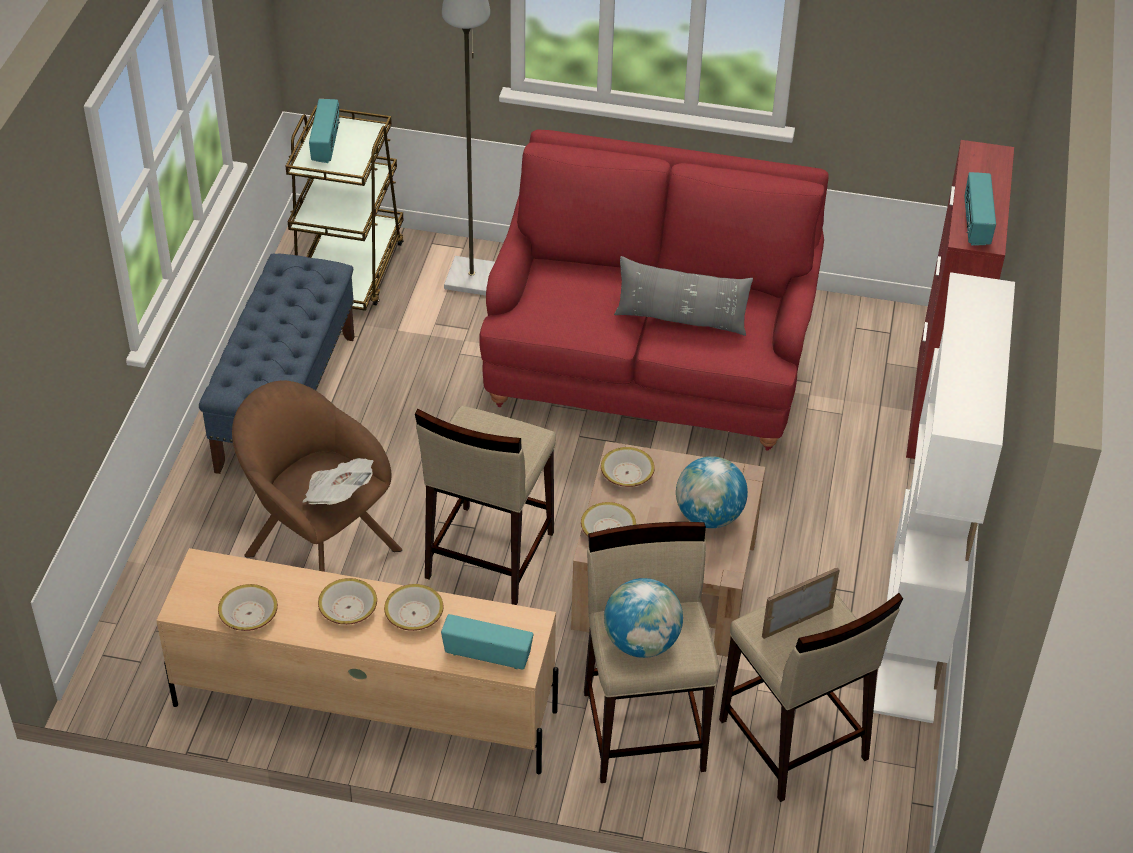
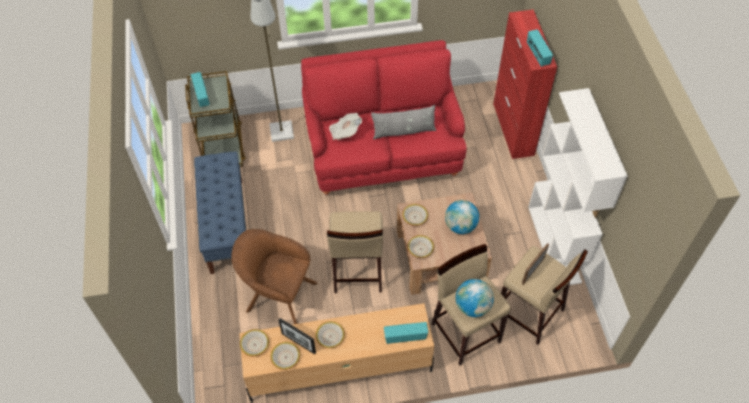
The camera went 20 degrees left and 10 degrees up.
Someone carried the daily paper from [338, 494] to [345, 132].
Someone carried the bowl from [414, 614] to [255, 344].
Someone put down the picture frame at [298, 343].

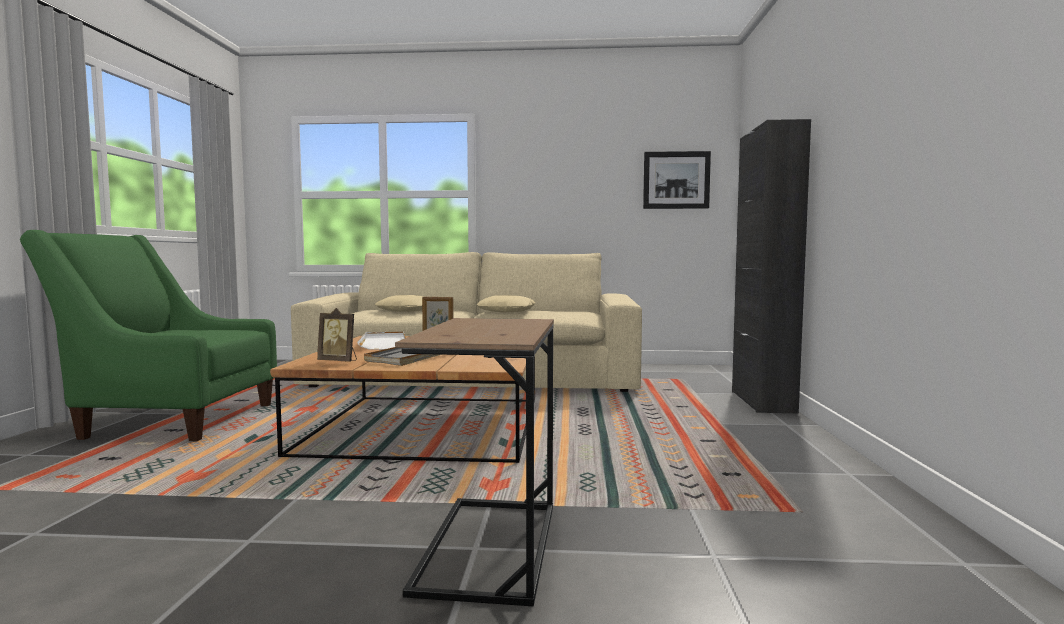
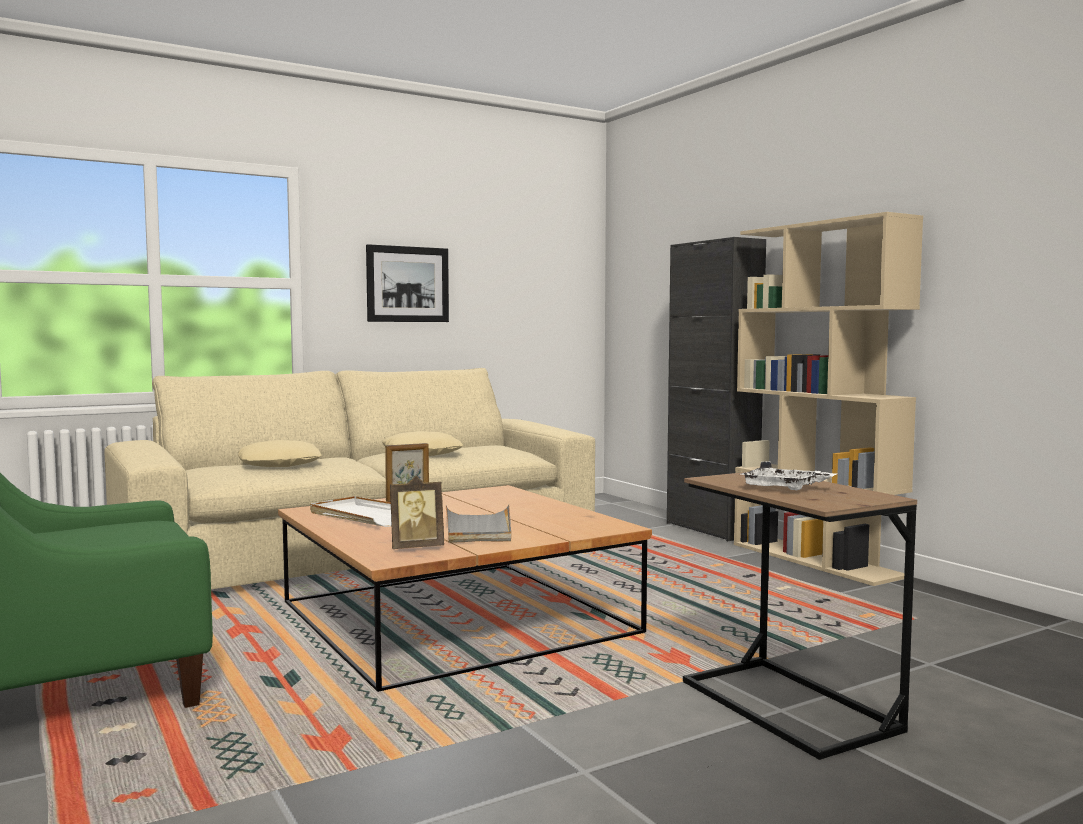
The camera went 35 degrees left and 0 degrees up.
Someone carried the picture from [676, 180] to [408, 284].
Someone put down the bookshelf (beige) at [816, 560].
Someone put down the tray (white) at [784, 488].

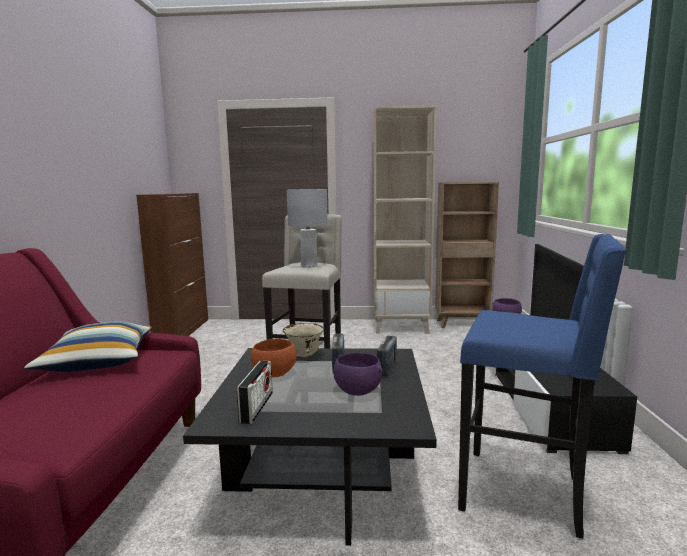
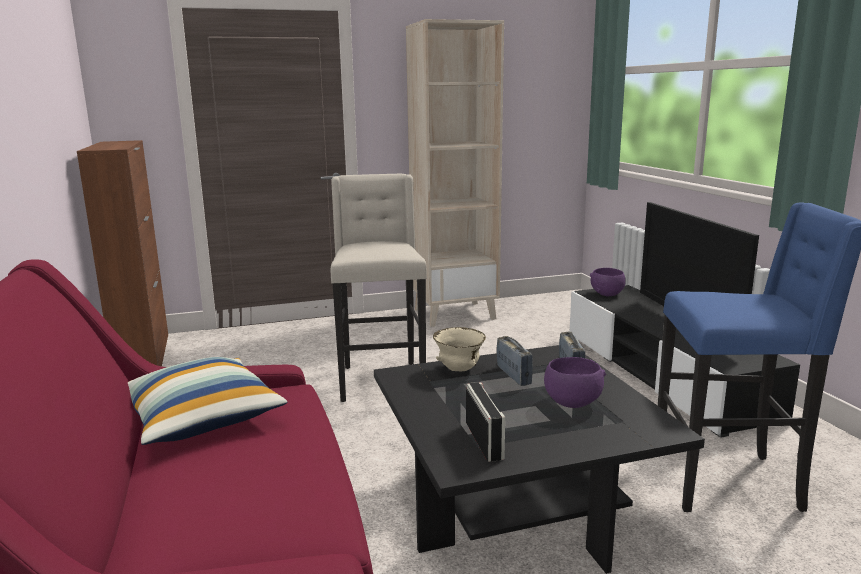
The camera went 20 degrees left and 5 degrees up.
Someone took away the bookshelf (brown-coloured) at [462, 324].
Someone took away the tabletop lamp (gray) at [309, 266].
Someone took away the bowl (orange-coloured) at [273, 374].

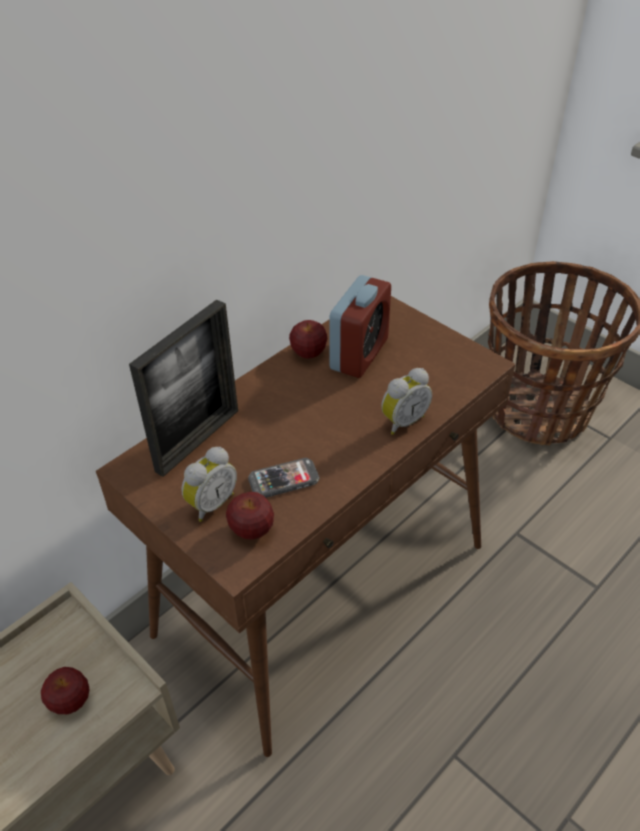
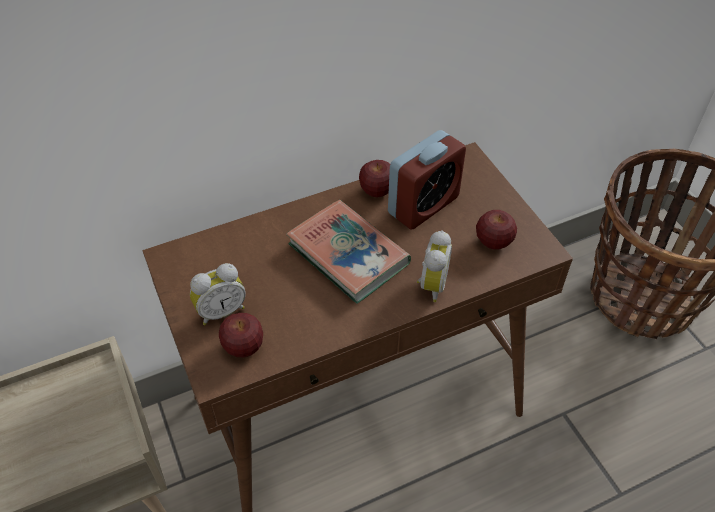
The camera went 20 degrees right and 5 degrees up.
Someone took away the picture frame at [198, 440].
Someone rotated the table clock at [402, 421] by 60 degrees counterclockwise.
Someone took away the handset at [283, 480].
Someone carried the whole apple from [70, 701] to [493, 242].
Someone put down the bound book at [348, 255].

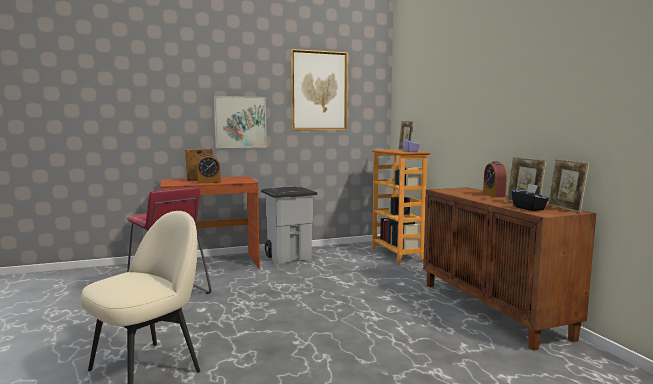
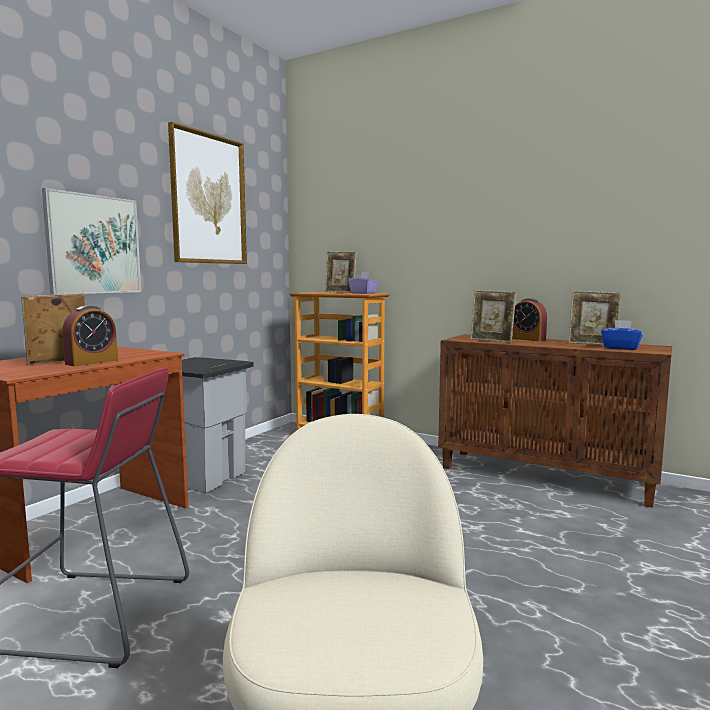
The camera went 40 degrees left and 0 degrees up.
Someone carried the picture frame from [565, 209] to [491, 341].
Someone repainted the tissue box (black-coloured) at [529, 208], which became the tissue box (blue-coloured) at [620, 348].

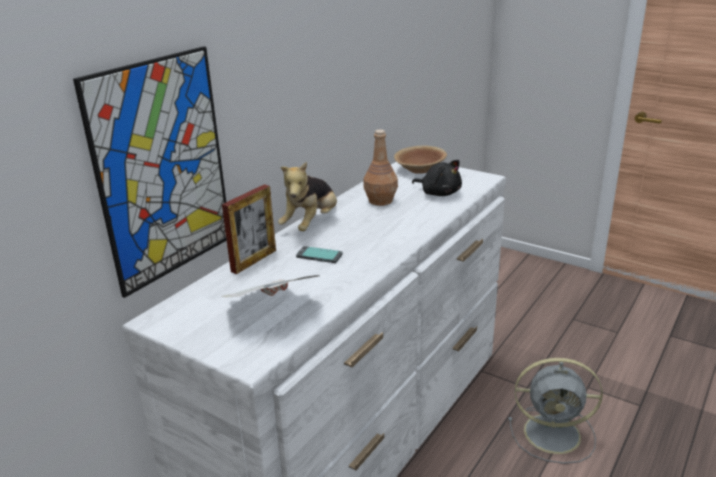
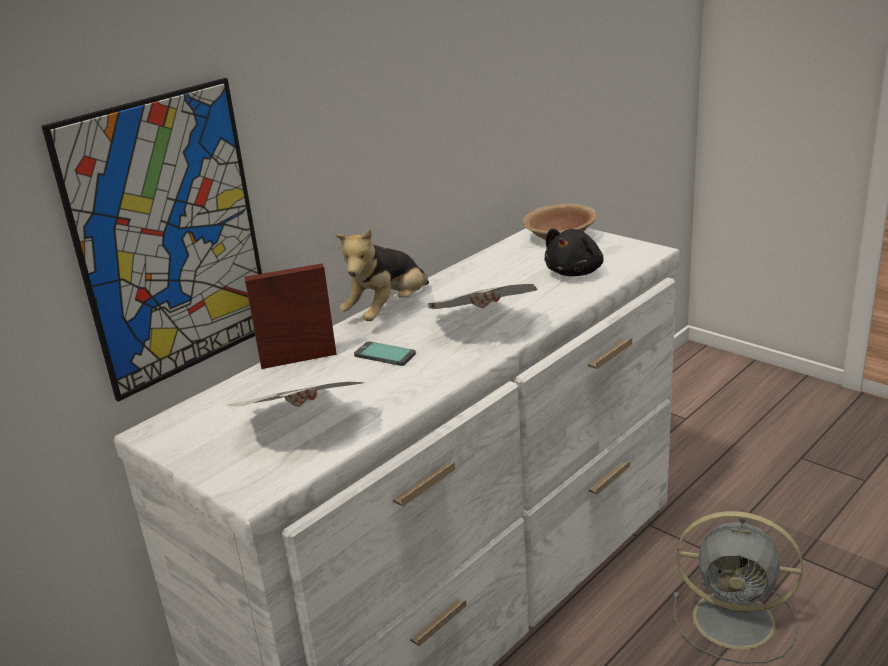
The camera went 10 degrees right and 0 degrees up.
Someone took away the bottle (brown-coloured) at [380, 200].
Someone rotated the cuddly toy (black-coloured) at [439, 193] by 75 degrees clockwise.
Someone rotated the picture frame at [254, 261] by 150 degrees counterclockwise.
Someone put down the daily paper at [483, 325].

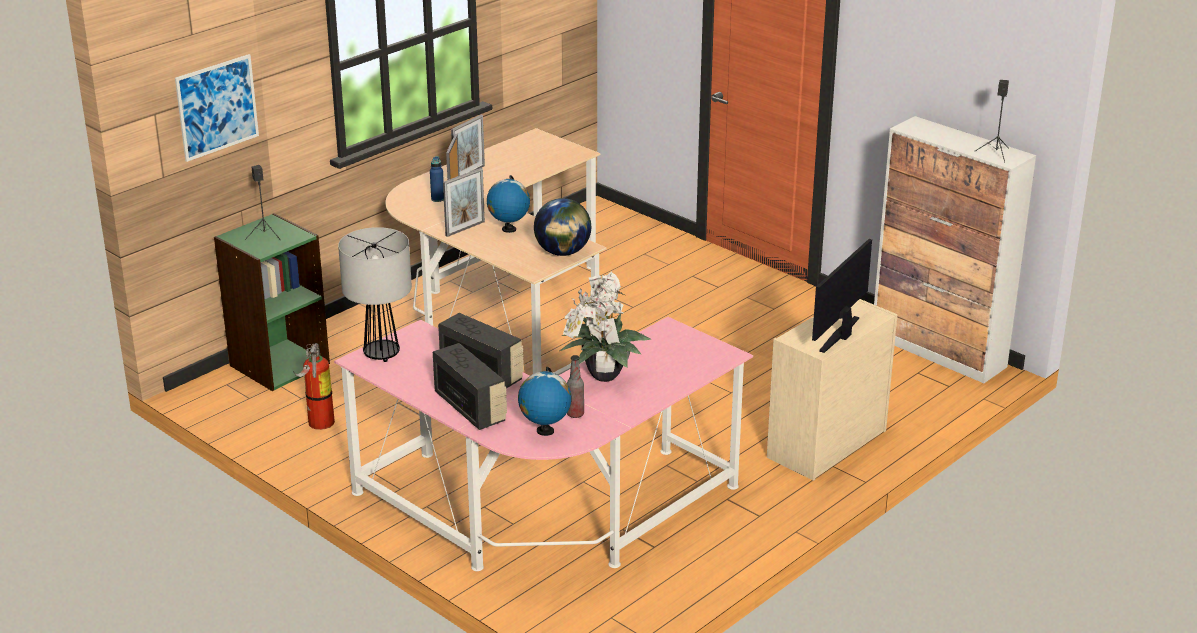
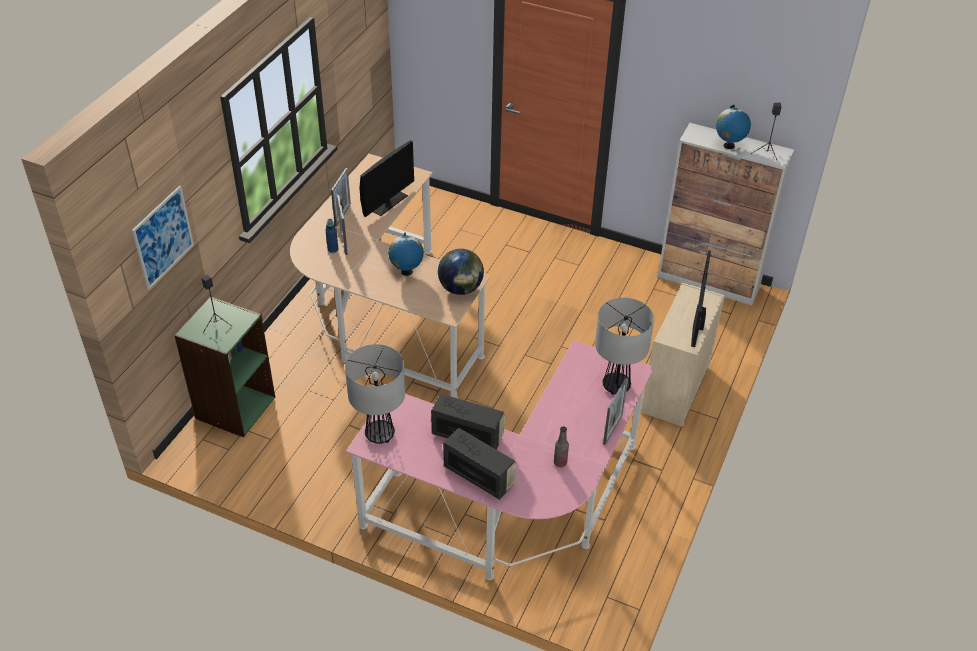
The camera went 20 degrees left and 15 degrees up.
Someone carried the picture frame from [465, 229] to [613, 429].
Someone took away the plant in a pot at [601, 377].
Someone took away the extinguisher at [318, 424].
Someone carried the globe from [545, 431] to [728, 146].
Someone put down the computer display at [387, 202].
Someone put down the tabletop lamp at [616, 386].

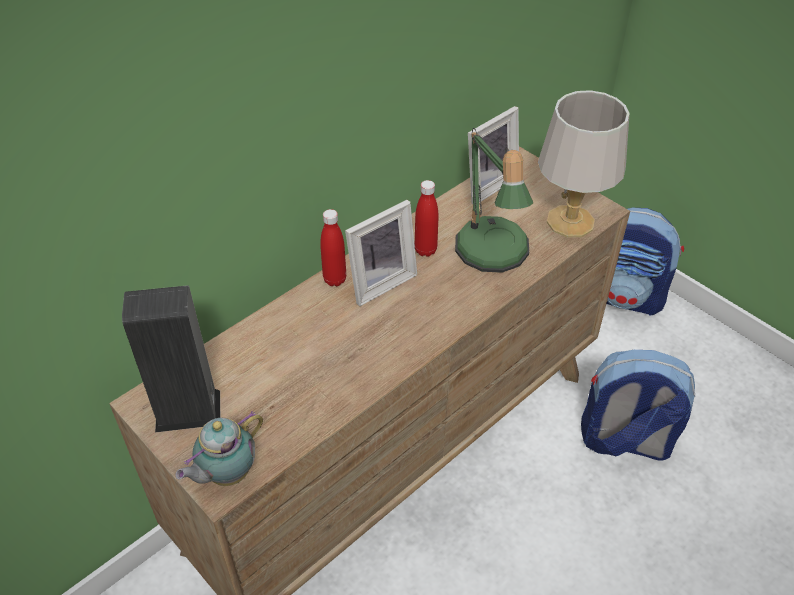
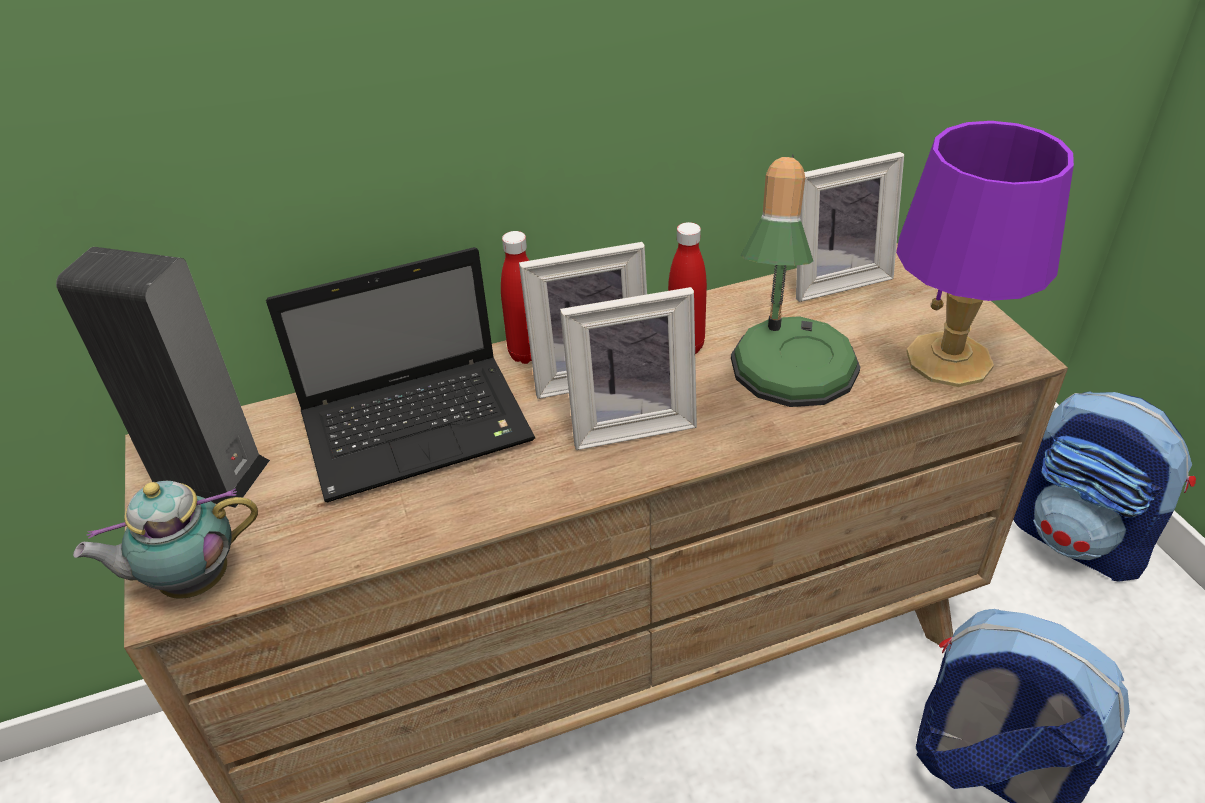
The camera went 25 degrees right and 5 degrees down.
Someone repainted the tabletop lamp (gray) at [571, 221], which became the tabletop lamp (purple-coloured) at [951, 360].
Someone put down the portable computer at [421, 427].
Someone put down the picture frame at [630, 421].

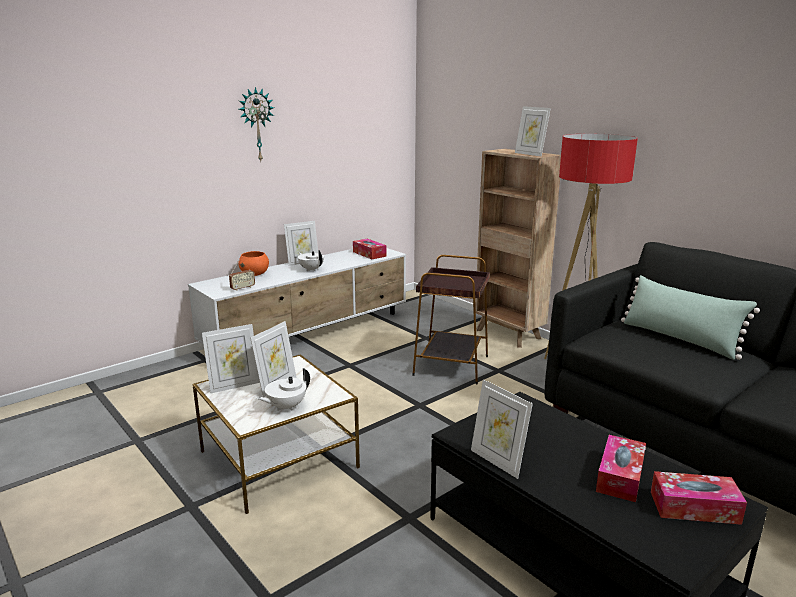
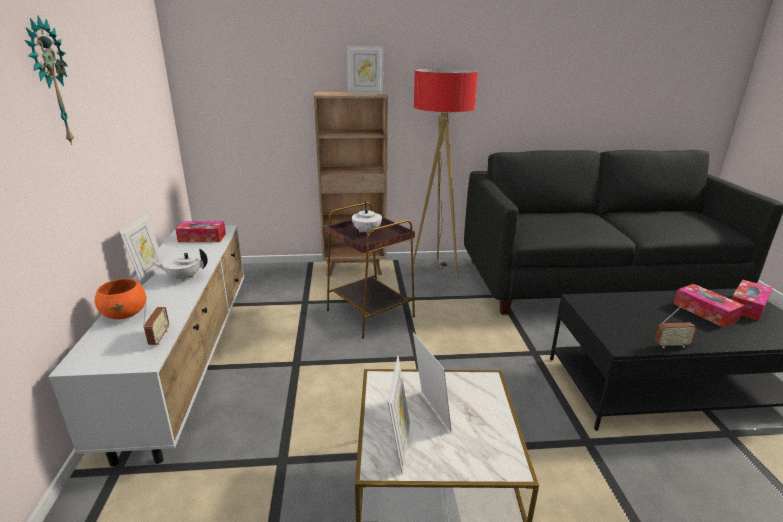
The camera went 55 degrees left and 5 degrees up.
Someone took away the throw pillow (green) at [679, 339].
Someone carried the pot for tea (white) from [286, 407] to [366, 232].
Someone swapped the picture frame at [497, 461] for the radio at [671, 345].

